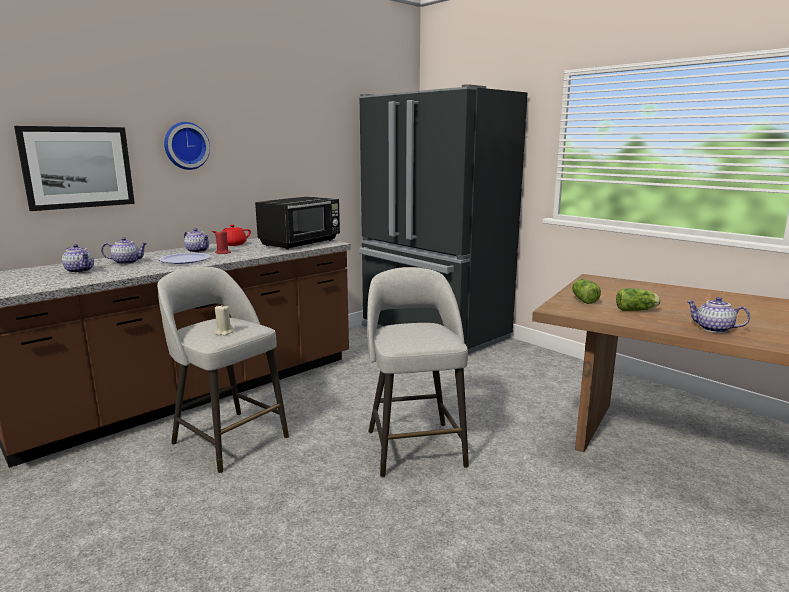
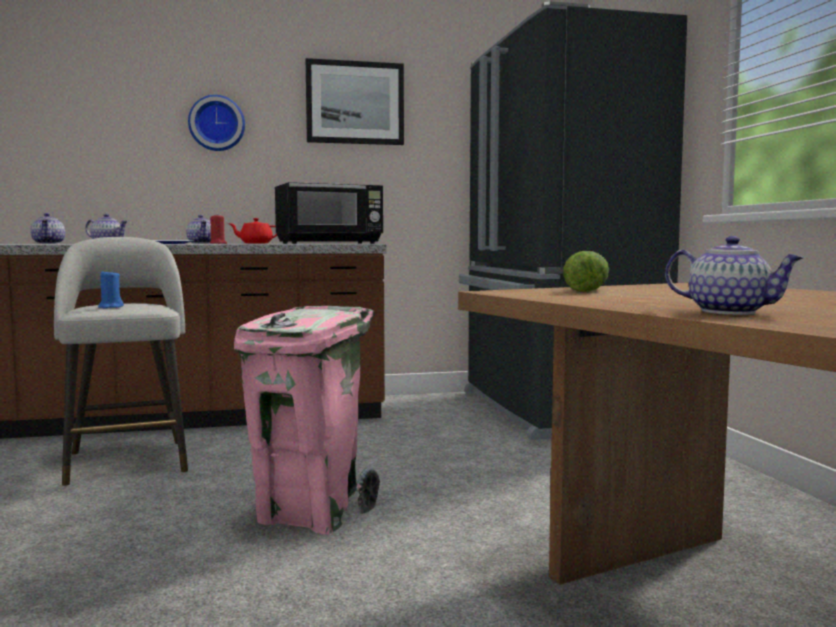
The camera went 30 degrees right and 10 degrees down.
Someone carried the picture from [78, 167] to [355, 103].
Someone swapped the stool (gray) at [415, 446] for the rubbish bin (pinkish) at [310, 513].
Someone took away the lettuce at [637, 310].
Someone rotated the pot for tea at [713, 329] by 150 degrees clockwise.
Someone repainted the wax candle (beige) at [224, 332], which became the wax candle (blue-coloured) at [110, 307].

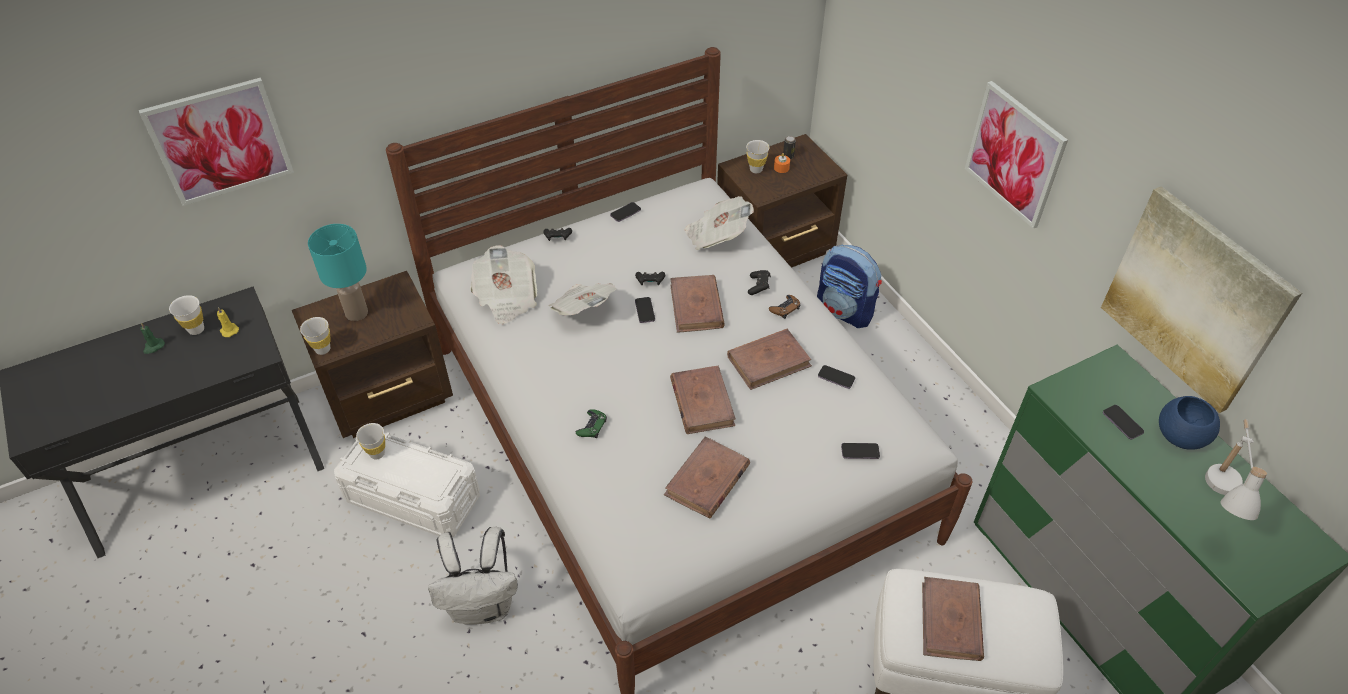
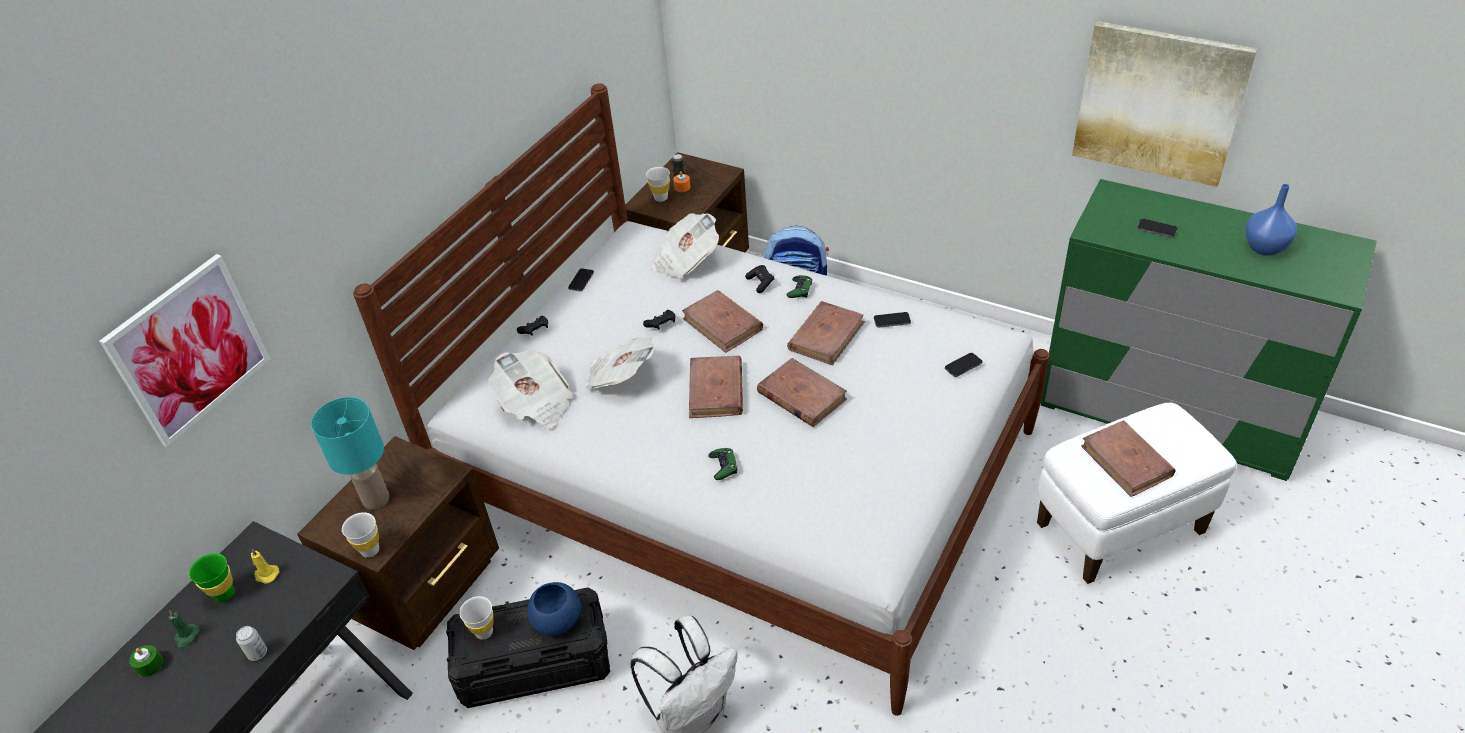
The camera went 30 degrees left and 5 degrees down.
Someone took away the picture at [1014, 154].
Someone repainted the cup (white) at [196, 329], which became the cup (green) at [224, 594].
Someone repainted the joypad (brown-coloured) at [785, 308], which became the joypad (green) at [799, 290].
Someone took away the handset at [645, 311].
Someone carried the bowl (blue-coloured) from [1180, 436] to [556, 621].
Someone swapped the tabletop lamp (white) at [1218, 500] for the decorative vase (blue-coloured) at [1265, 247].
Someone repainted the storage box (white) at [413, 497], which became the storage box (black-coloured) at [534, 663].
Someone carried the bound book (brown-coloured) from [707, 480] to [716, 390].
Someone put down the metal can at [257, 653].
Someone put down the wax candle (green) at [150, 665].

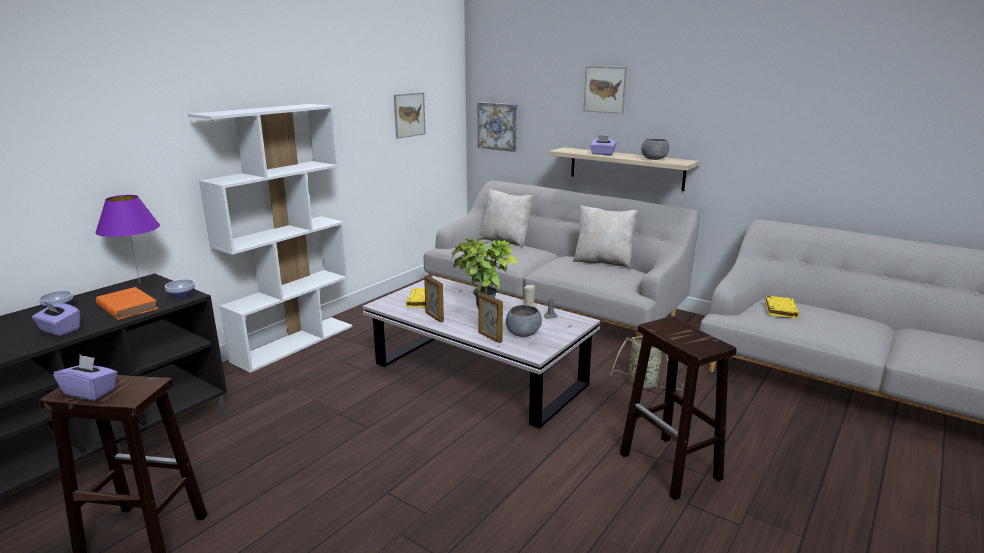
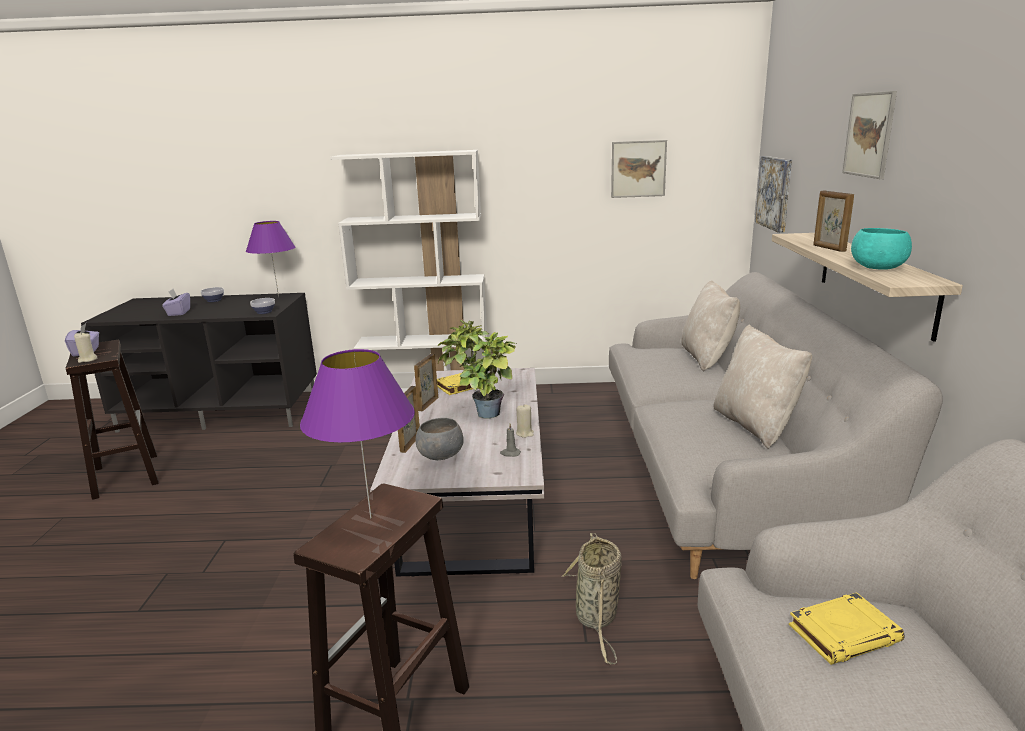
The camera went 55 degrees right and 0 degrees up.
Someone swapped the tissue box (purple-coloured) at [602, 154] for the picture frame at [828, 248].
Someone repainted the bowl (gray) at [654, 159], which became the bowl (turquoise-coloured) at [879, 268].
Someone took away the bound book (orange-coloured) at [127, 306].
Someone put down the wax candle (beige) at [87, 360].
Someone put down the tabletop lamp (purple-coloured) at [371, 517].

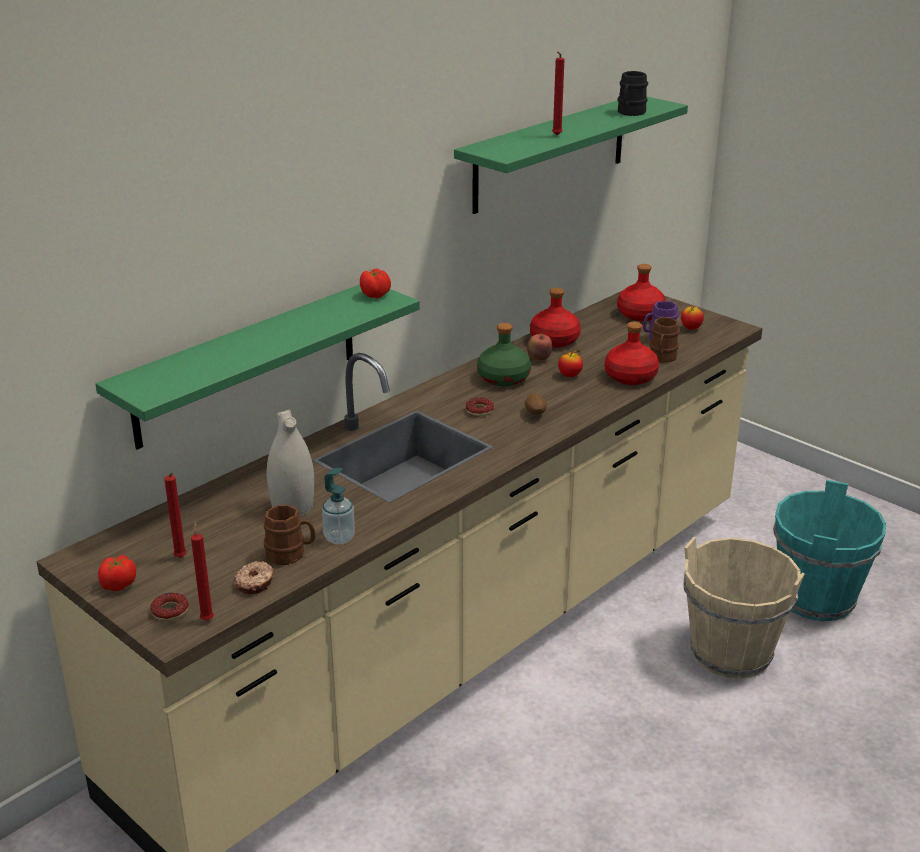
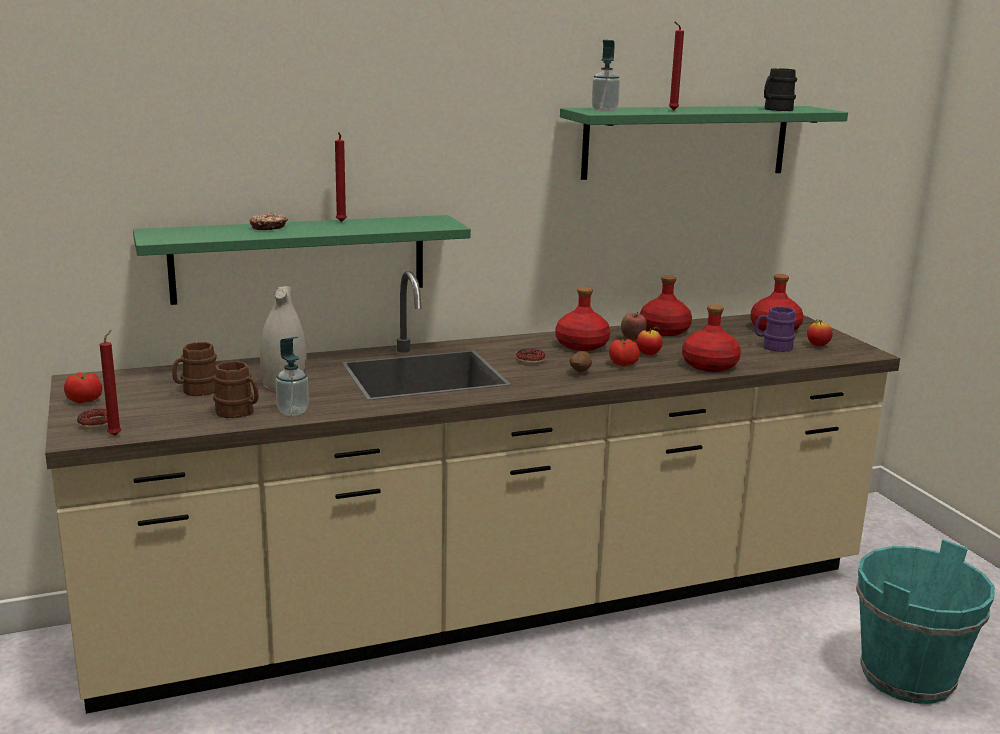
The camera went 25 degrees right and 10 degrees down.
Someone carried the fresh tomato from [375, 295] to [623, 364].
Someone carried the coffee mug (brown-coloured) from [662, 358] to [196, 391].
Someone repainted the bottle (green) at [504, 378], which became the bottle (reddish) at [582, 345].
Someone carried the wax candle (reddish) from [181, 558] to [341, 222].
Someone took away the bucket (beige) at [731, 653].
Someone carried the doughnut from [255, 583] to [269, 227].
Someone put down the liquid soap bottle at [604, 110].

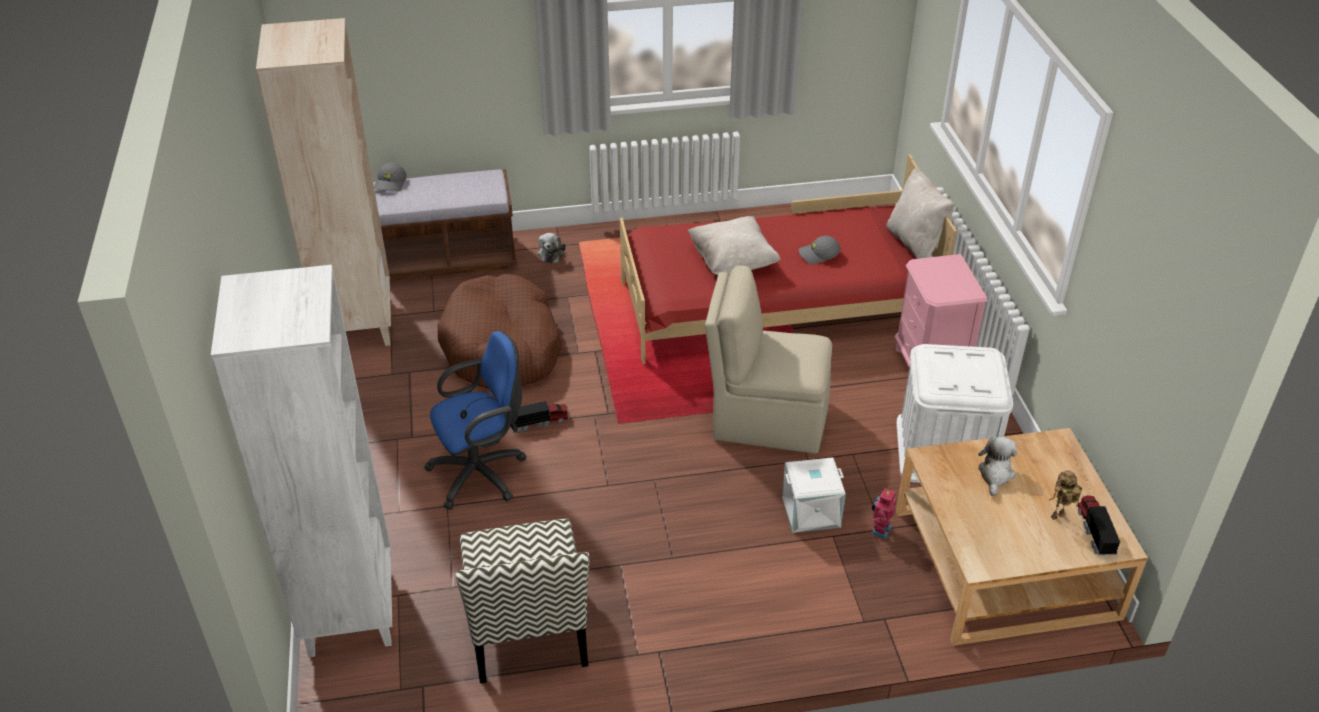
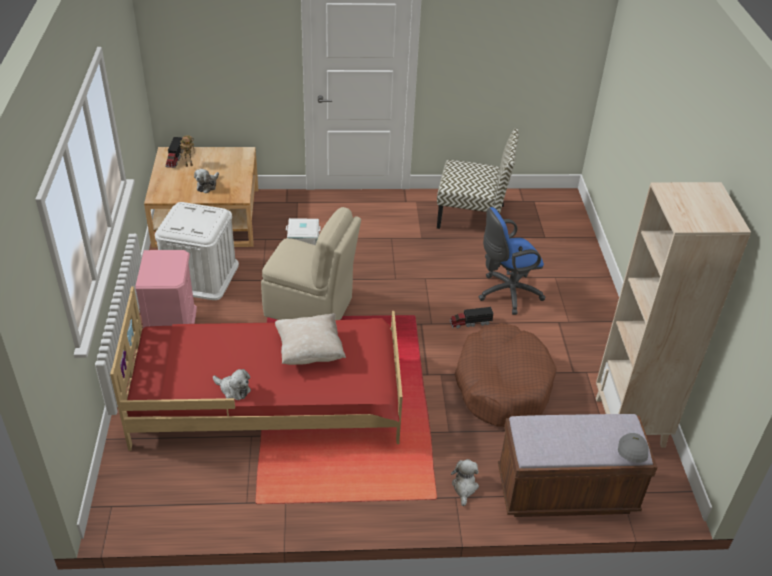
The camera went 175 degrees left and 0 degrees up.
Someone took away the throw pillow (beige) at [915, 243].
Someone took away the baseball cap (gray) at [818, 255].
Someone took away the bookshelf (white) at [349, 611].
Someone took away the robot figure at [880, 530].
Someone rotated the plain chair at [528, 629] by 105 degrees clockwise.
Someone put down the cuddly toy at [233, 390].

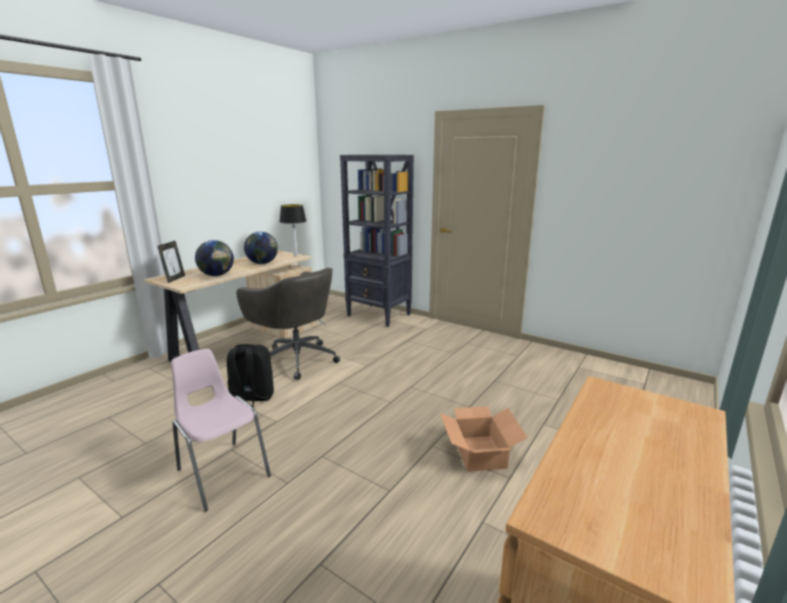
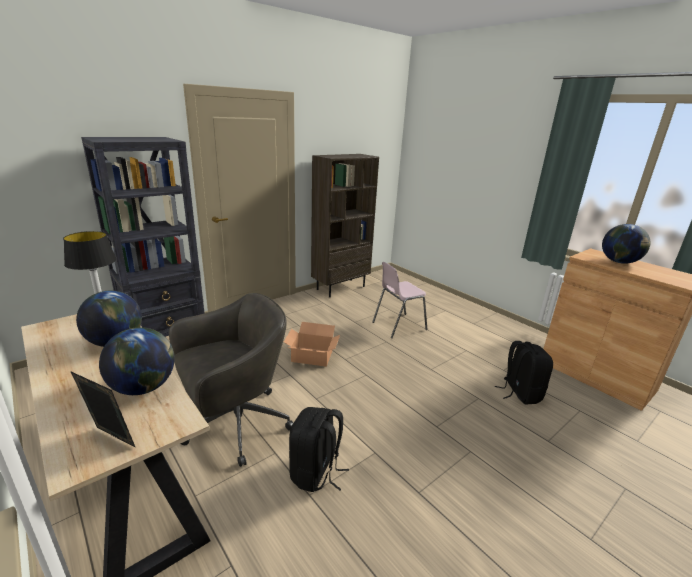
The camera went 75 degrees left and 5 degrees up.
Someone carried the plain chair (pinkish) from [222, 473] to [398, 326].
Someone carried the packing box from [480, 452] to [311, 356].
Someone put down the bookshelf (brown-coloured) at [340, 287].
Someone put down the globe at [619, 262].
Someone put down the knapsack (black-coloured) at [520, 393].

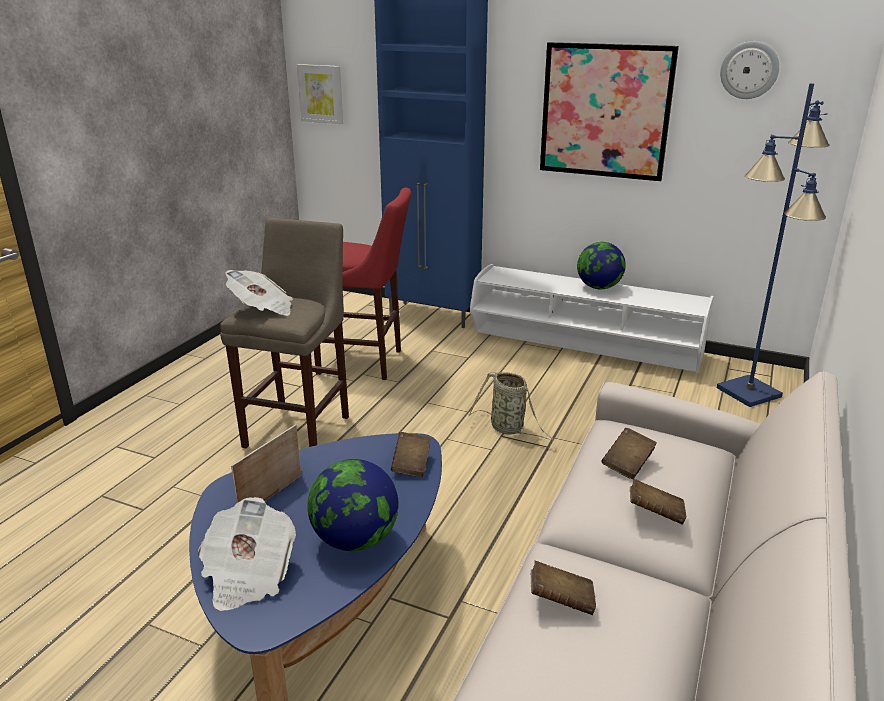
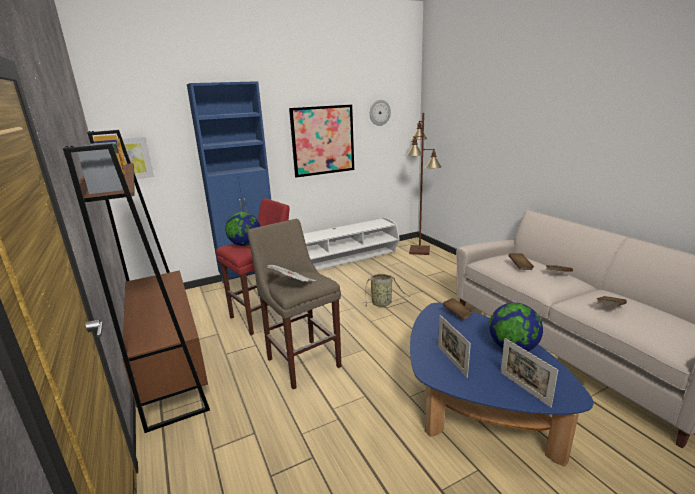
The camera went 50 degrees left and 5 degrees down.
Someone repainted the floor lamp (blue-coloured) at [749, 392], which became the floor lamp (brown-coloured) at [420, 250].
Someone carried the globe from [599, 287] to [245, 245].
Someone swapped the daily paper at [248, 574] for the picture frame at [524, 389].
Someone put down the bookshelf (brown-coloured) at [170, 367].

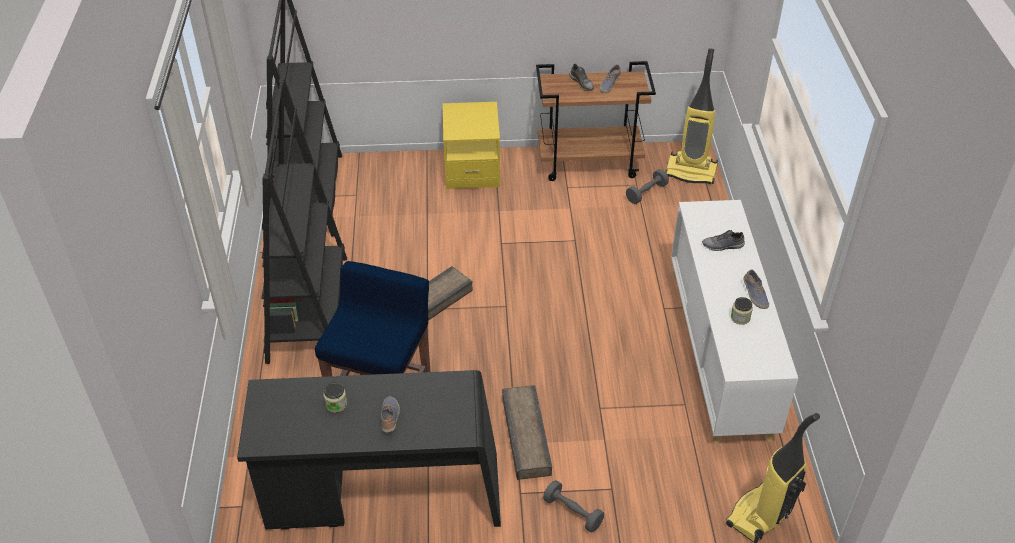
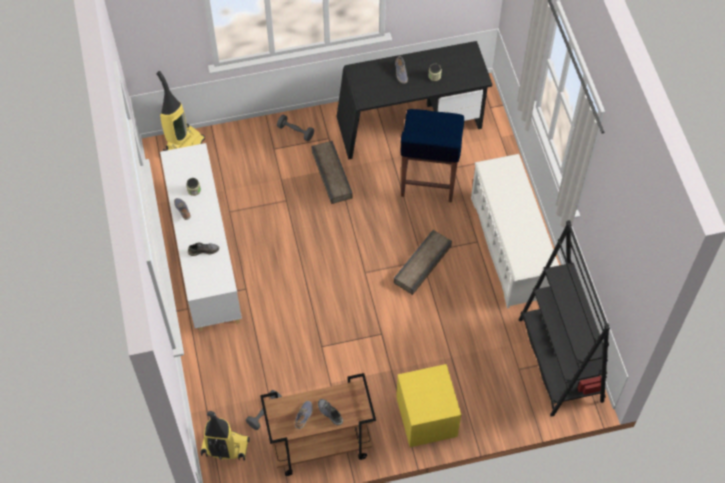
The camera went 170 degrees right and 15 degrees up.
Someone swapped the bookshelf (black-coloured) at [308, 308] for the shoe shelf (white) at [510, 248].

